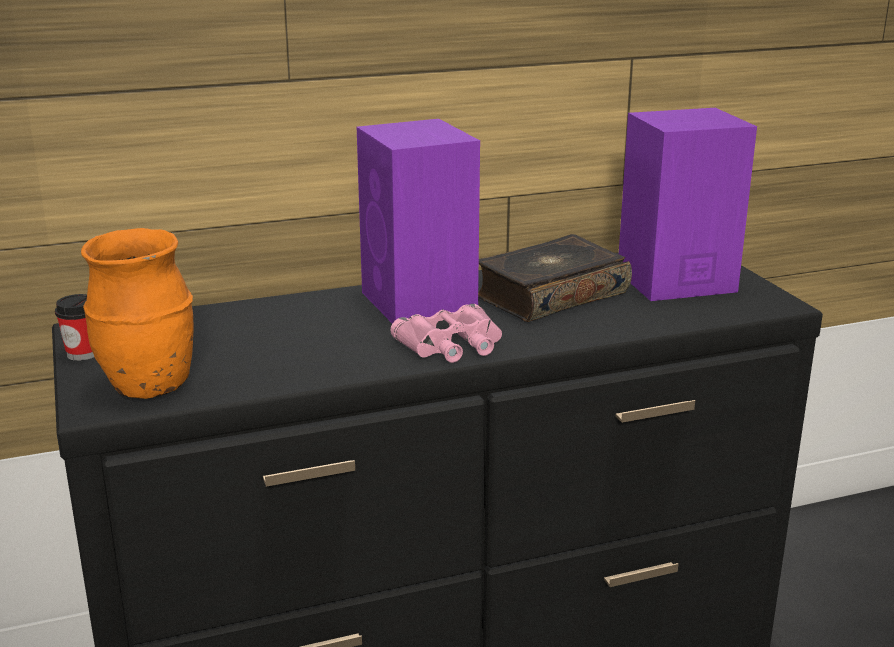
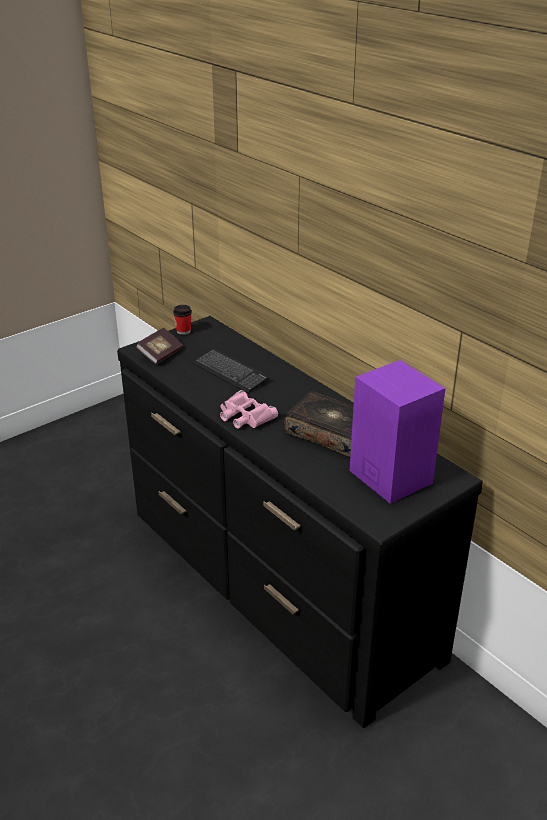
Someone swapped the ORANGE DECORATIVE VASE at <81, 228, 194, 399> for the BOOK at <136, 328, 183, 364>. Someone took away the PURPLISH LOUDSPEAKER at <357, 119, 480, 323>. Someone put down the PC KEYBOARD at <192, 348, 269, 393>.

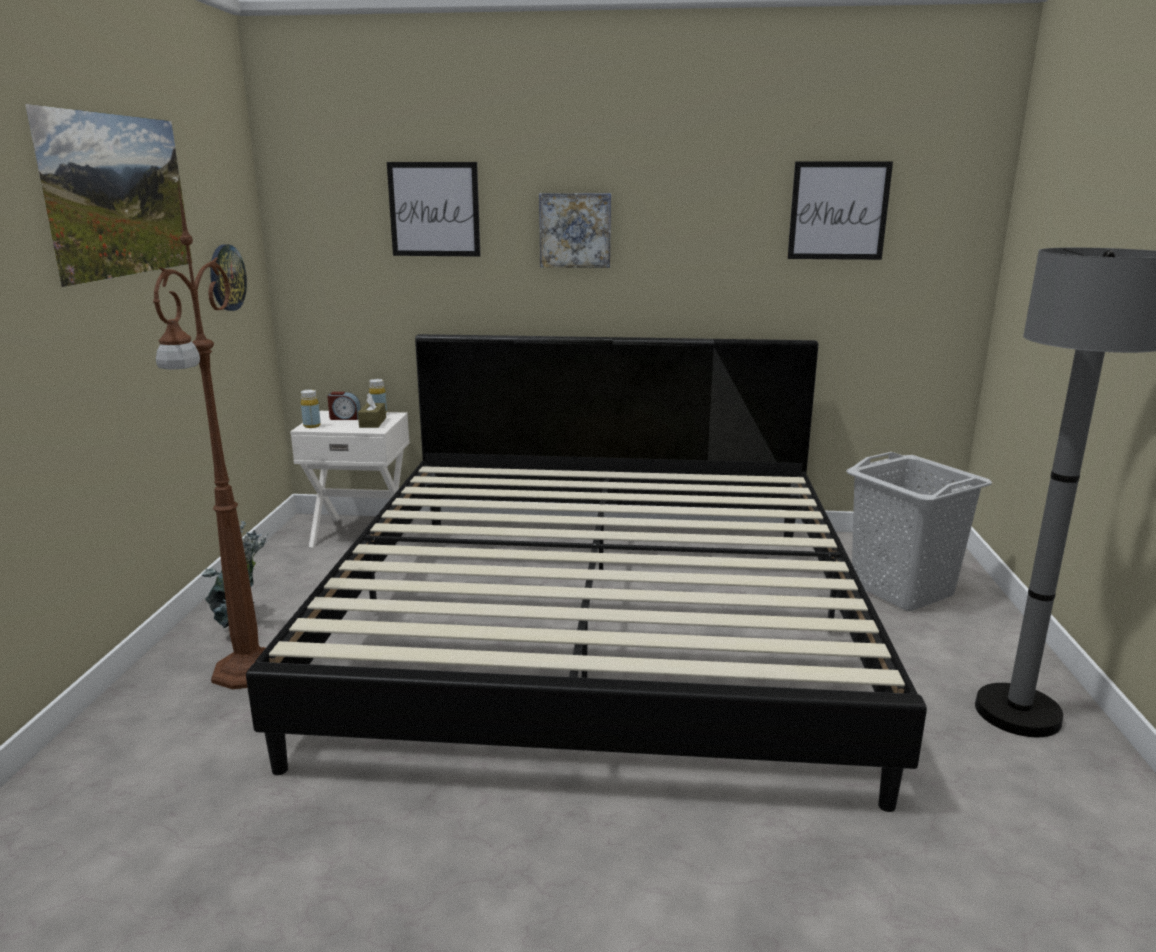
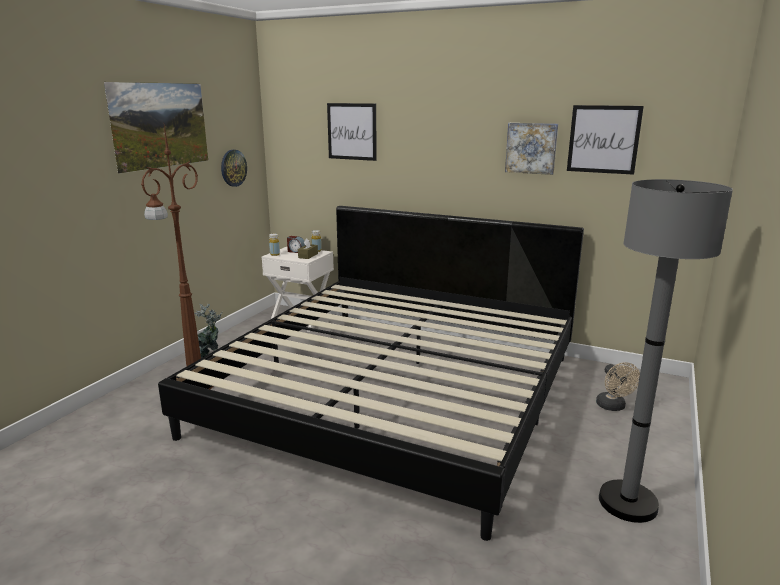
Someone carried the PICTURE from <539, 193, 611, 268> to <505, 123, 558, 175>. Someone swapped the GREY LAUNDRY BASKET at <846, 452, 992, 611> for the BEIGE ELECTRIC FAN at <596, 362, 640, 411>.

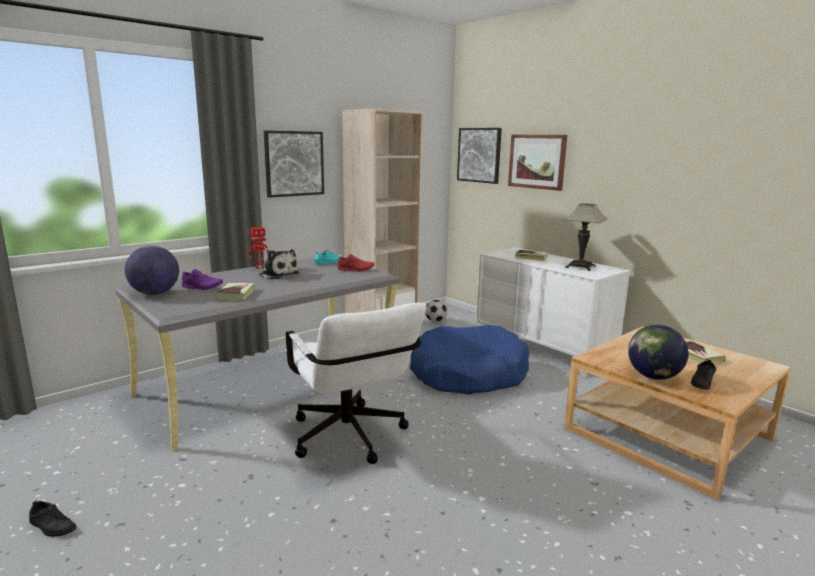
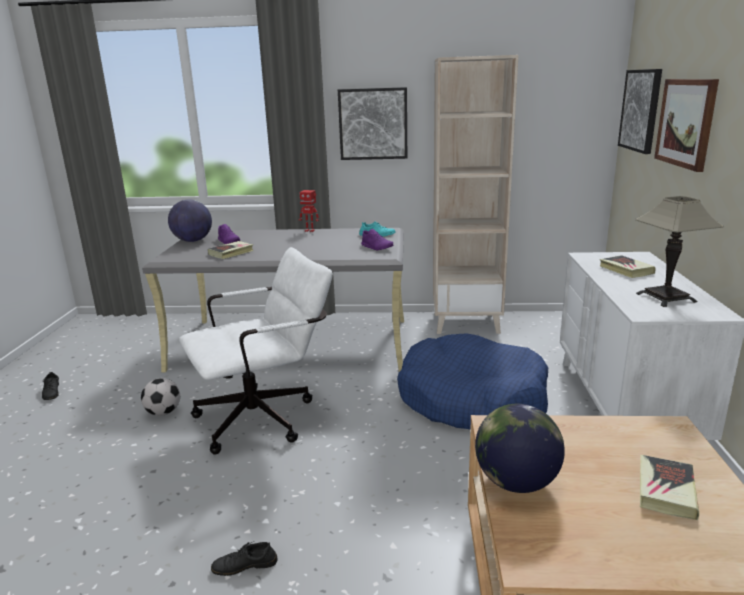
Someone took away the CUDDLY TOY at <259, 249, 299, 279>. Someone rotated the WHITISH COMPUTER CHAIR at <285, 303, 427, 464> by 135 degrees counterclockwise. Someone repainted the RED-COLOURED LOW SHOE at <337, 254, 374, 272>, which became the PURPLISH LOW SHOE at <361, 229, 393, 250>. Someone carried the FOOTBALL BALL from <425, 300, 447, 322> to <141, 378, 180, 416>. Someone carried the BLACKISH LOW SHOE from <691, 360, 716, 390> to <211, 542, 278, 576>.

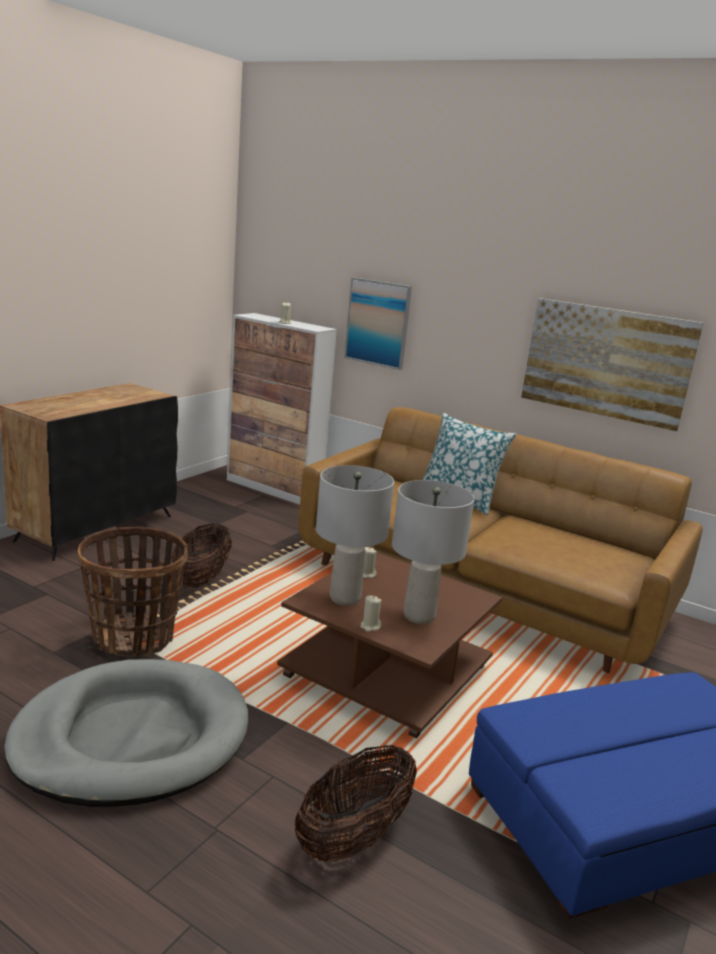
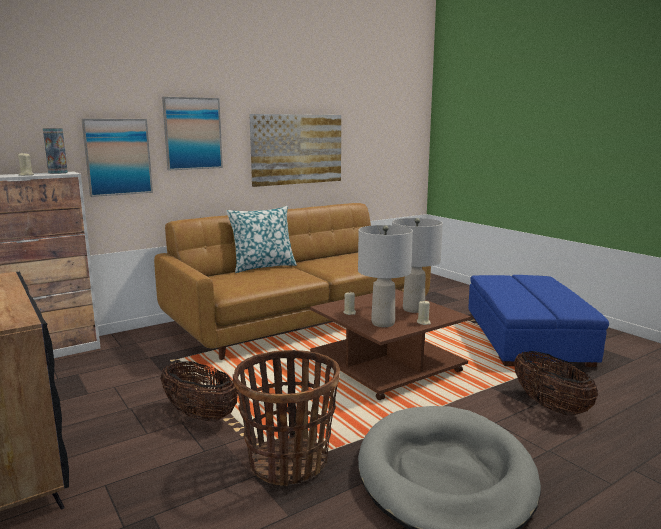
Someone put down the DECORATIVE VASE at <43, 128, 68, 174>. Someone put up the PICTURE at <162, 97, 223, 170>.

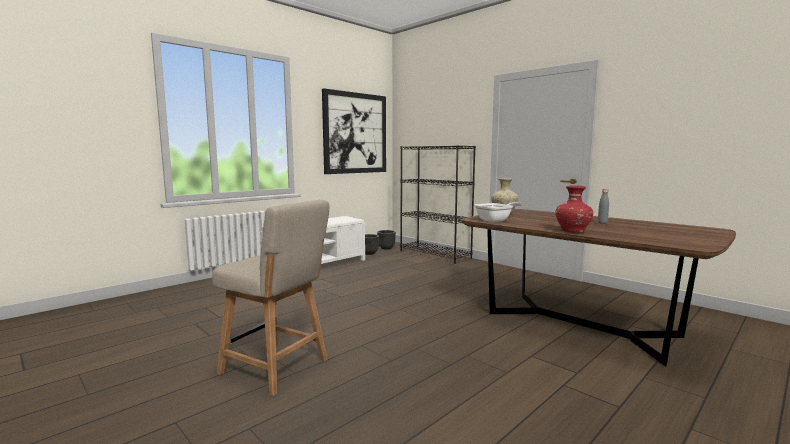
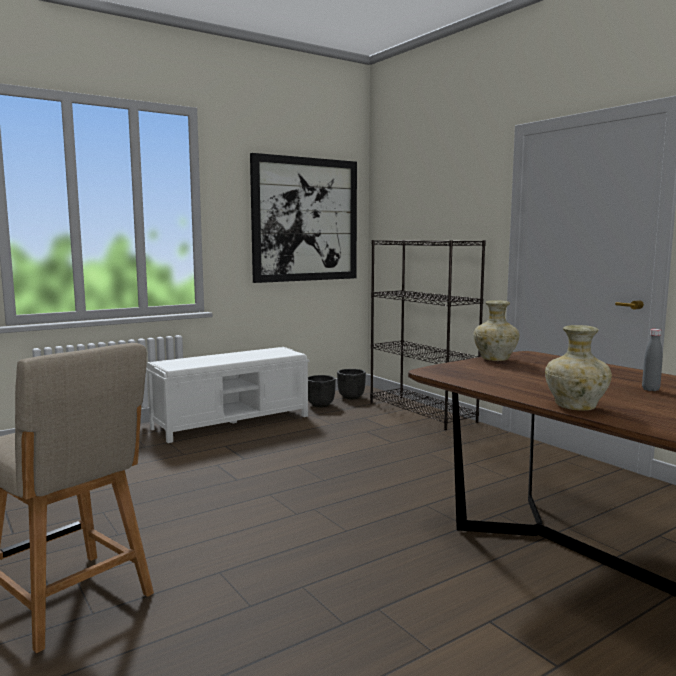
Someone took away the SKILLET at <475, 202, 522, 222>. Someone repainted the RED-COLOURED DECORATIVE VASE at <555, 185, 593, 233>, which became the BEIGE DECORATIVE VASE at <545, 325, 612, 411>.

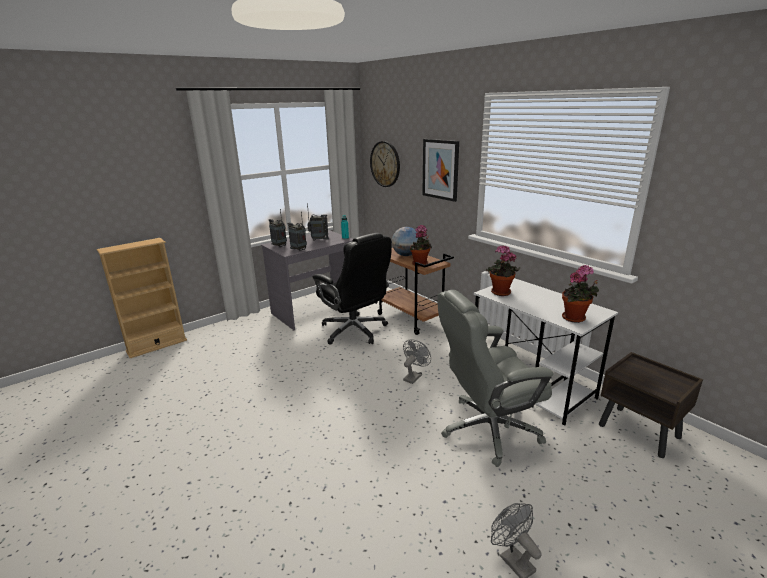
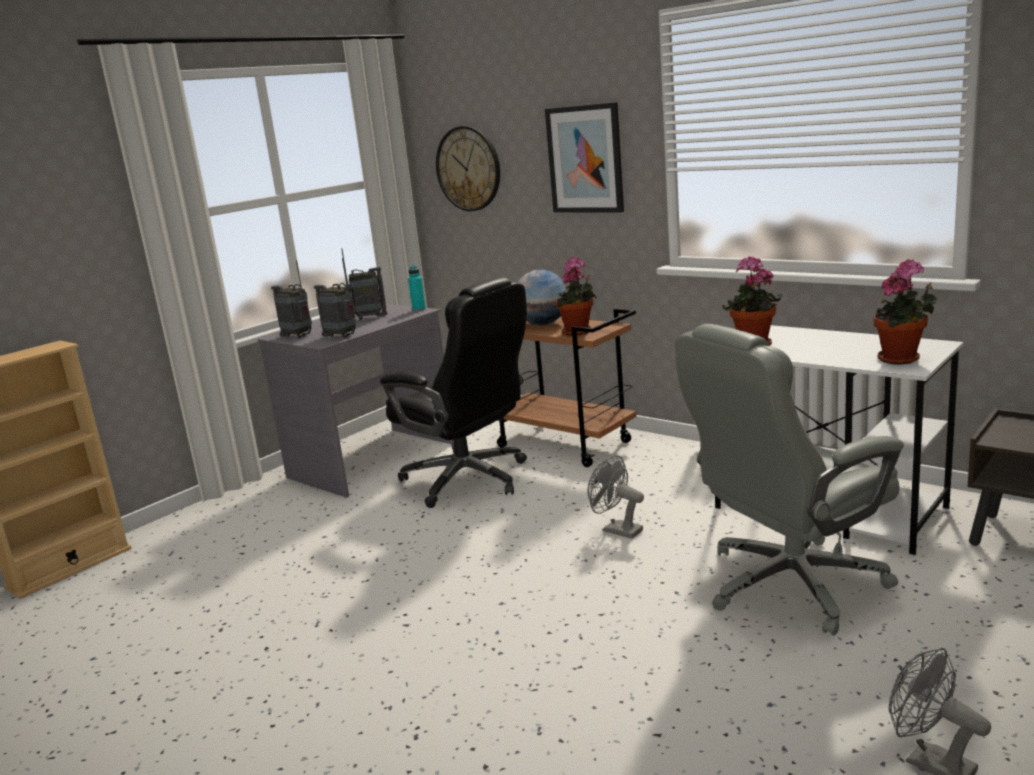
Someone rotated the GREY ELECTRIC FAN at <403, 339, 431, 384> by 75 degrees counterclockwise.

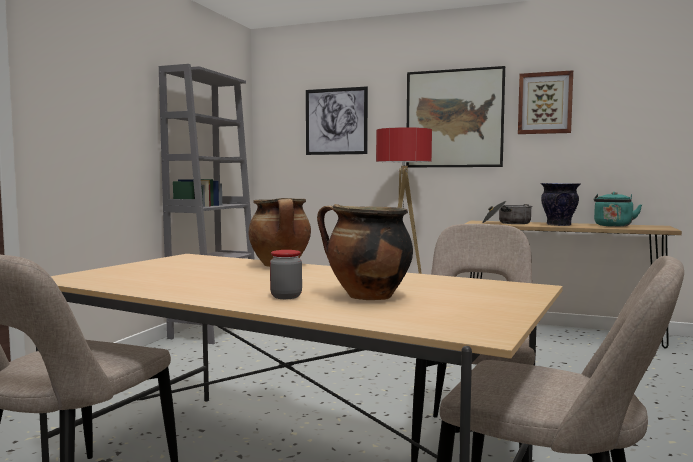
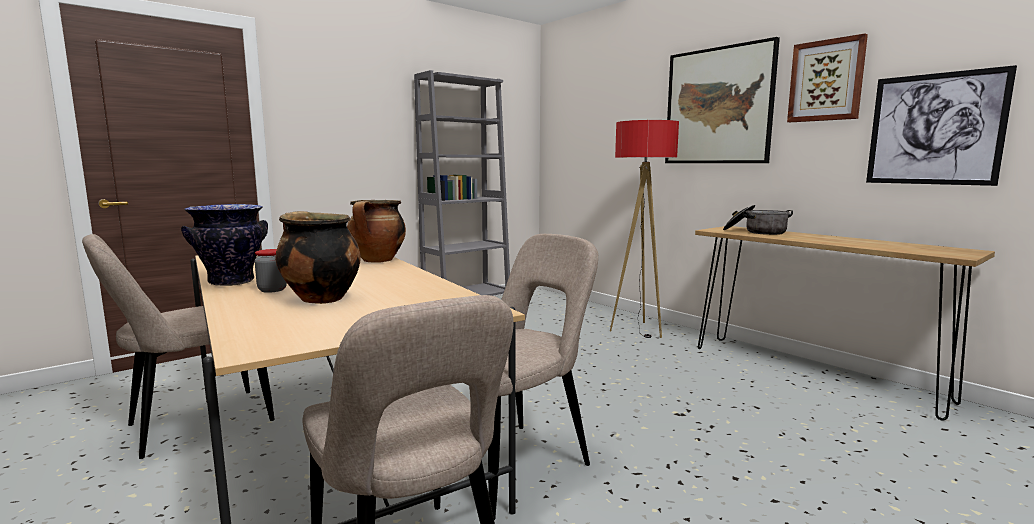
Someone carried the PICTURE from <306, 86, 368, 155> to <866, 65, 1017, 186>. Someone carried the DECORATIVE VASE from <540, 183, 581, 226> to <181, 204, 268, 286>. Someone took away the TURQUOISE TEA KETTLE at <594, 192, 642, 227>.

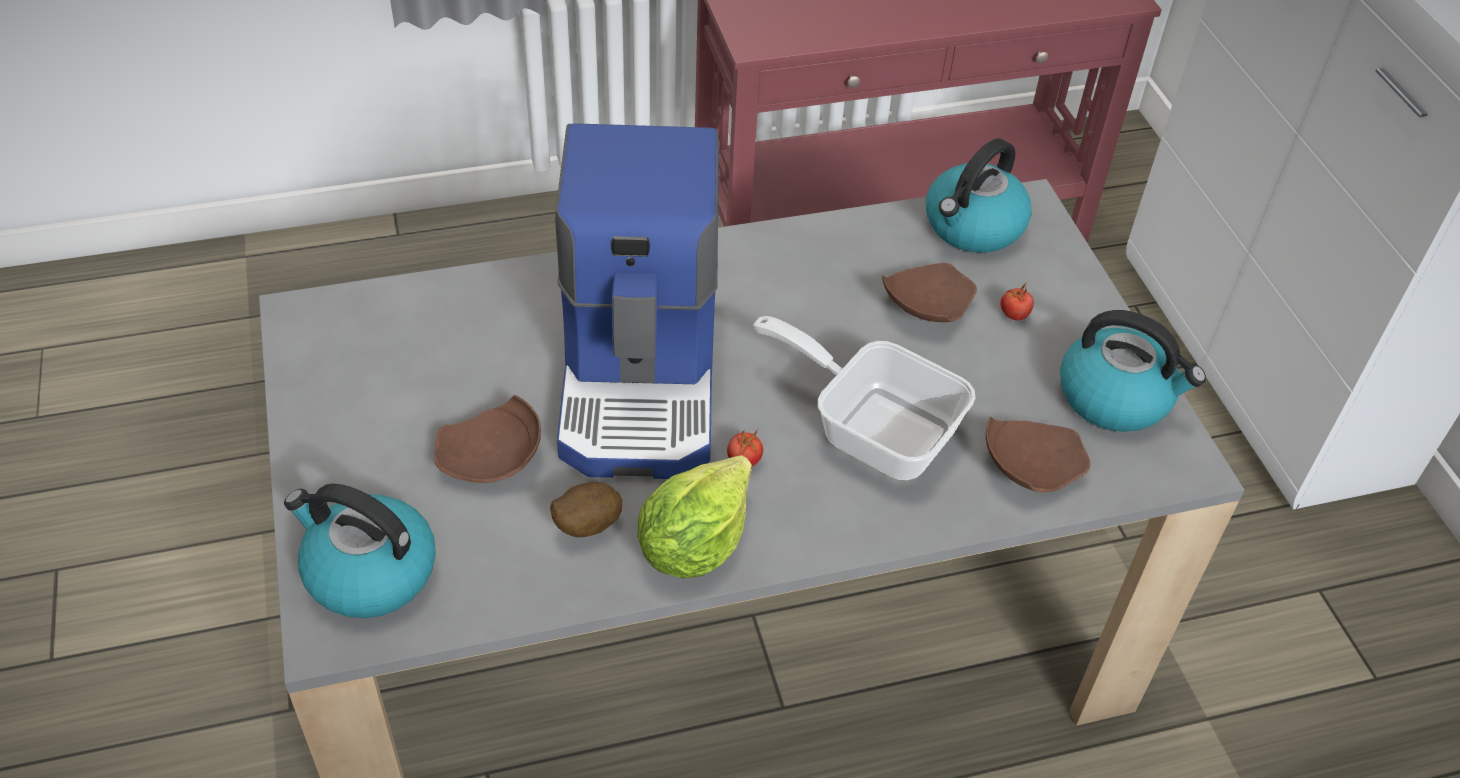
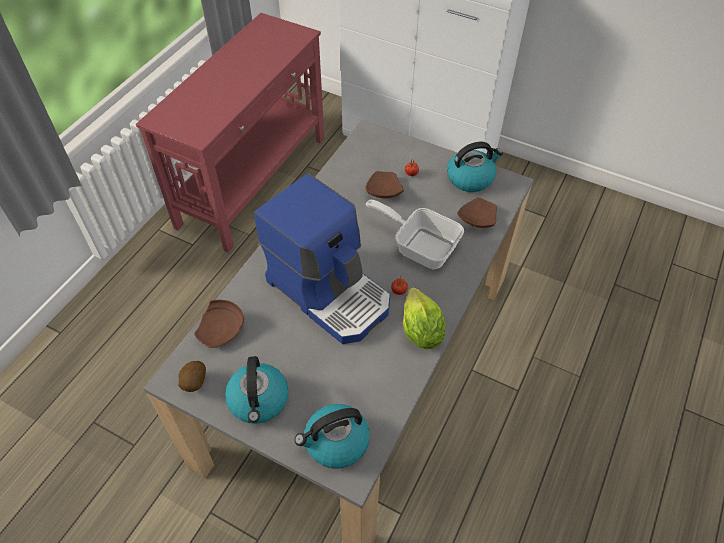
Someone carried the BROWN-COLOURED DINNER PLATE from <434, 395, 541, 483> to <194, 300, 244, 348>. Someone carried the POTATO from <550, 482, 622, 537> to <178, 361, 206, 392>. Someone rotated the SKILLET at <753, 316, 976, 480> by 45 degrees clockwise. Someone carried the TEA KETTLE from <926, 138, 1032, 253> to <225, 356, 289, 424>.

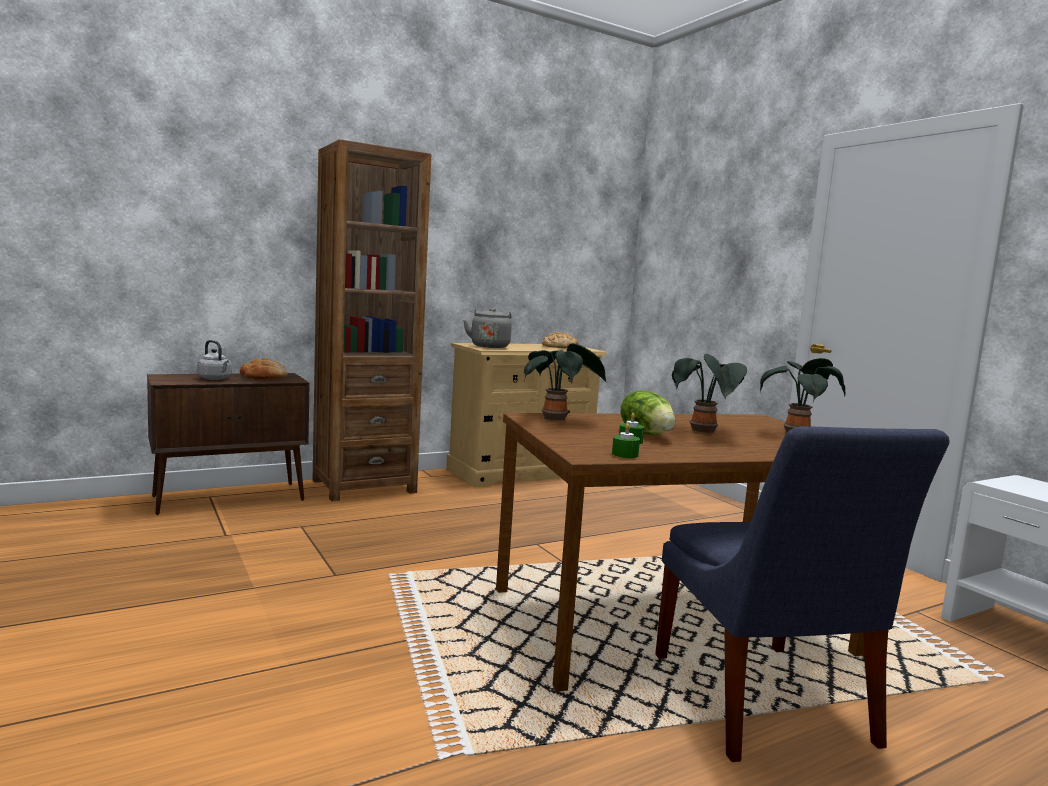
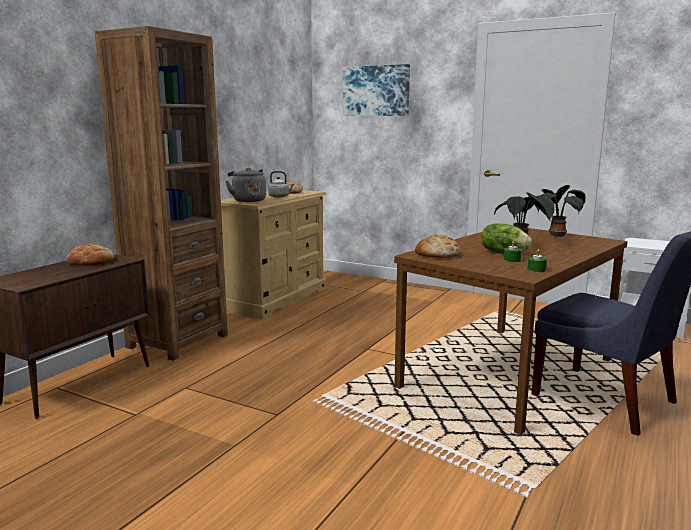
Someone carried the GREY TEA KETTLE from <197, 340, 231, 380> to <268, 171, 295, 198>. Someone swapped the PLANT IN A POT at <524, 344, 607, 421> for the BAKED BREAD at <415, 234, 460, 258>. Someone put up the PICTURE at <343, 64, 410, 116>.

